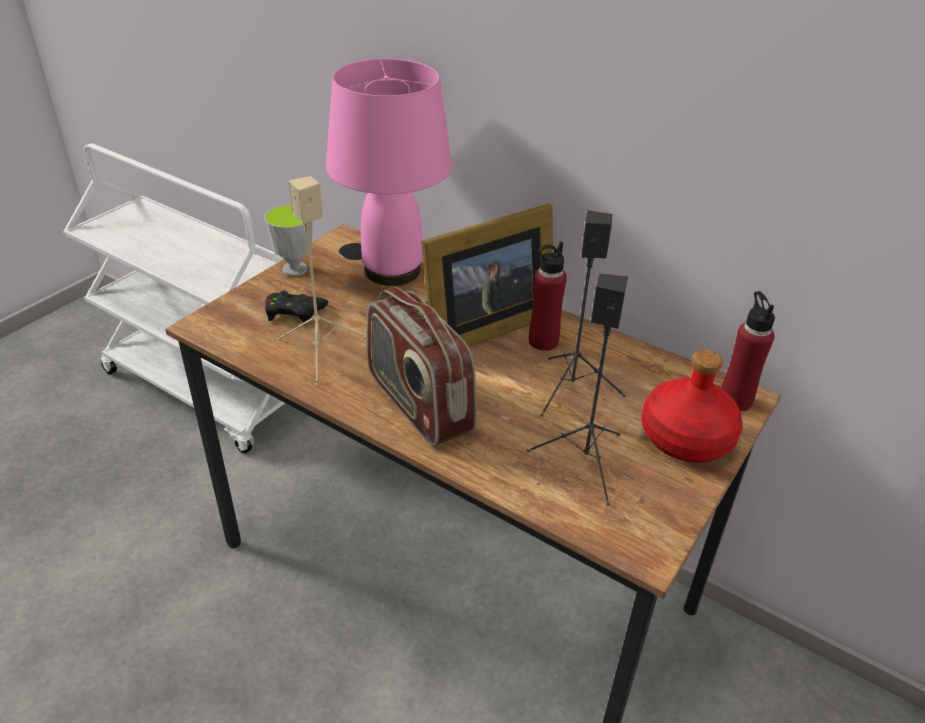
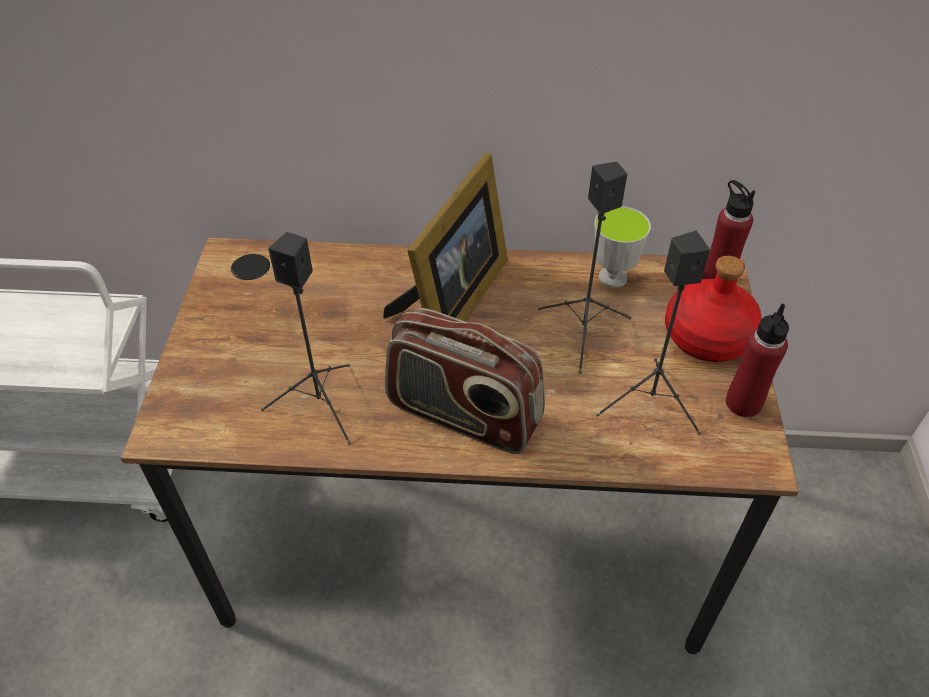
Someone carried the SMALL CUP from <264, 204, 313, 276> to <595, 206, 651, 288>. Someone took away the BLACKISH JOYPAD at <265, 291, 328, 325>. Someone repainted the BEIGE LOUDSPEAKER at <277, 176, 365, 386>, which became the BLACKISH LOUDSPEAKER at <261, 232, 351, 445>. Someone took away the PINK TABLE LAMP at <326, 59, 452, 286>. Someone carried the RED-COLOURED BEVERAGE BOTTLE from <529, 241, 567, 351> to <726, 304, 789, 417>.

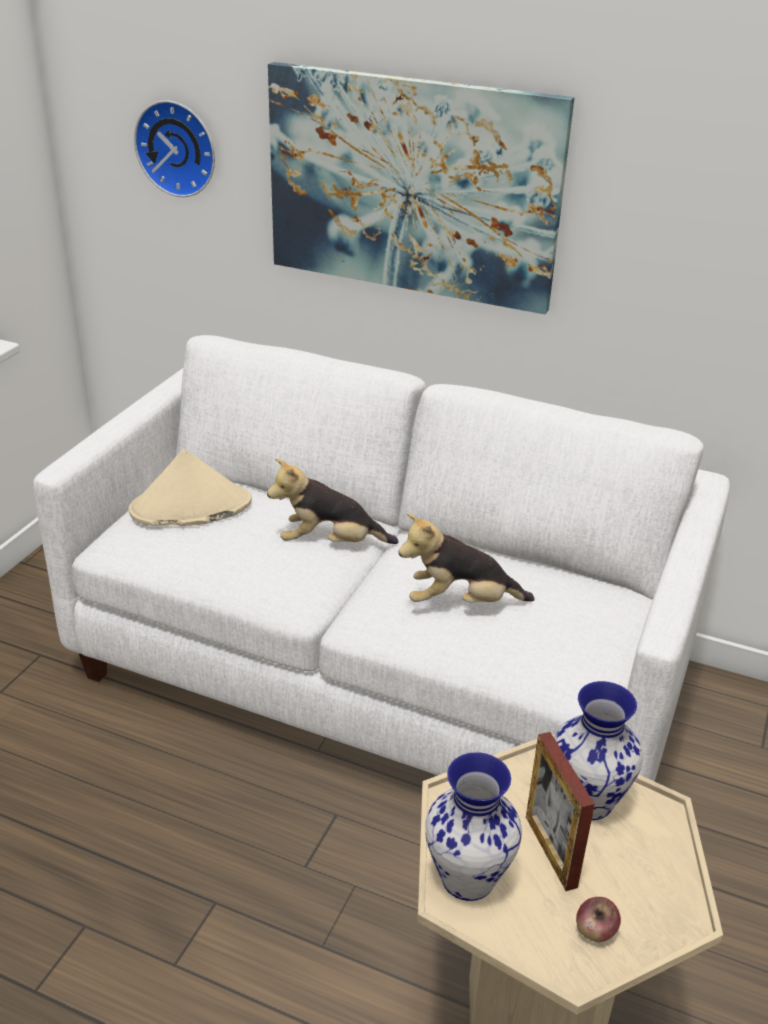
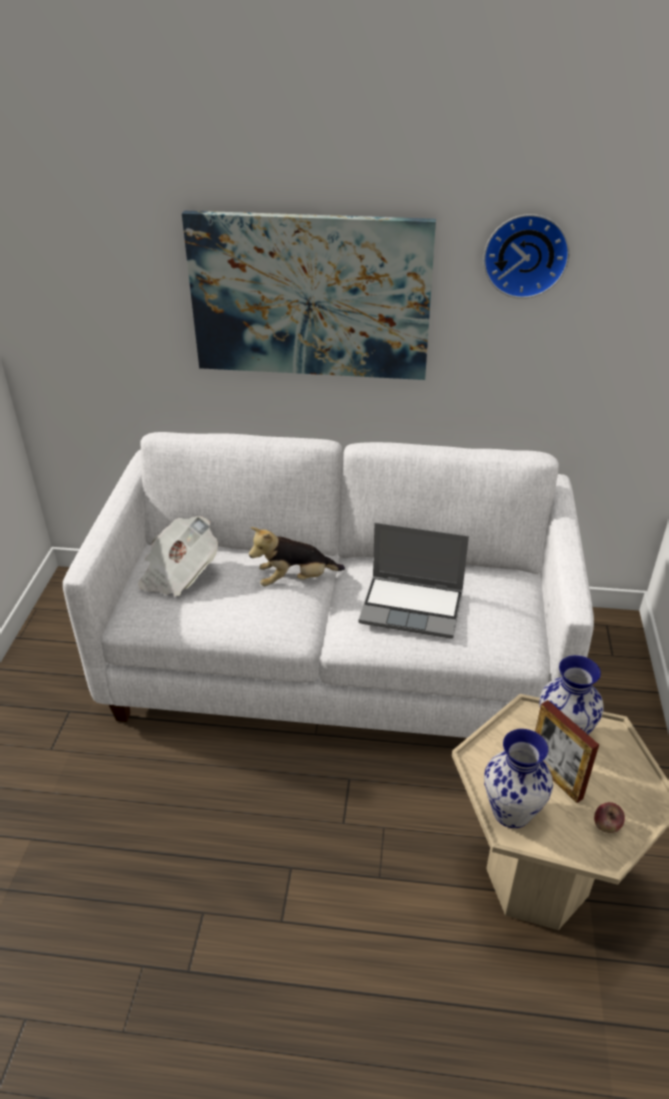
Someone swapped the BEIGE CLOTHING HAT at <129, 449, 252, 526> for the DAILY PAPER at <138, 516, 218, 597>. Someone carried the WALL CLOCK from <134, 100, 215, 197> to <483, 214, 570, 299>. Someone swapped the CUDDLY TOY at <398, 513, 535, 603> for the PORTABLE COMPUTER at <359, 522, 469, 638>.

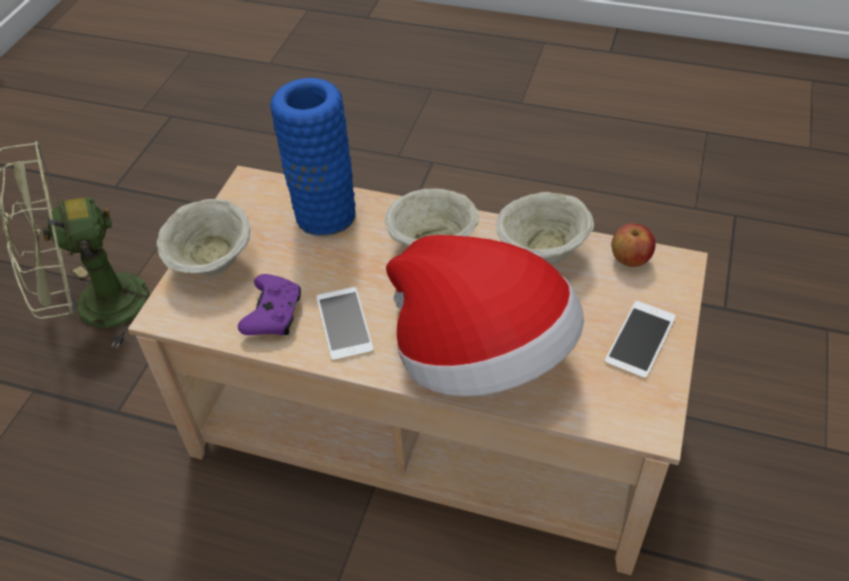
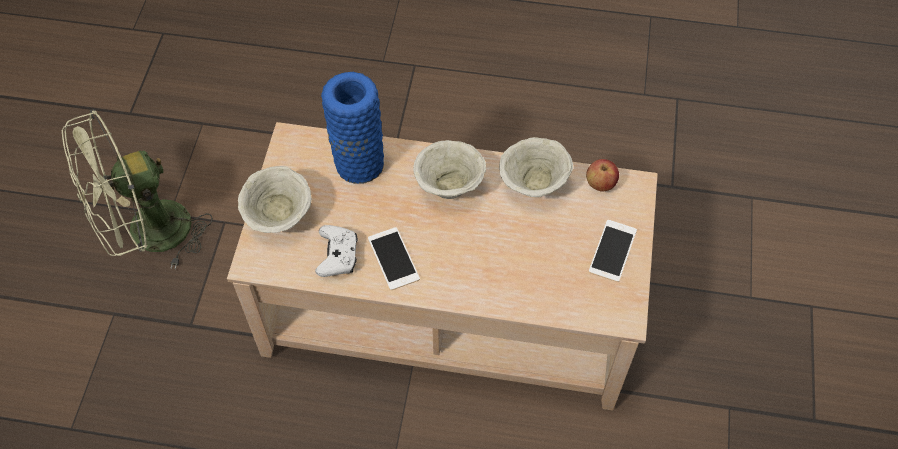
Someone repainted the PURPLISH JOYPAD at <238, 274, 301, 335>, which became the WHITISH JOYPAD at <315, 225, 358, 277>. Someone took away the CLOTHING HAT at <386, 235, 584, 397>.

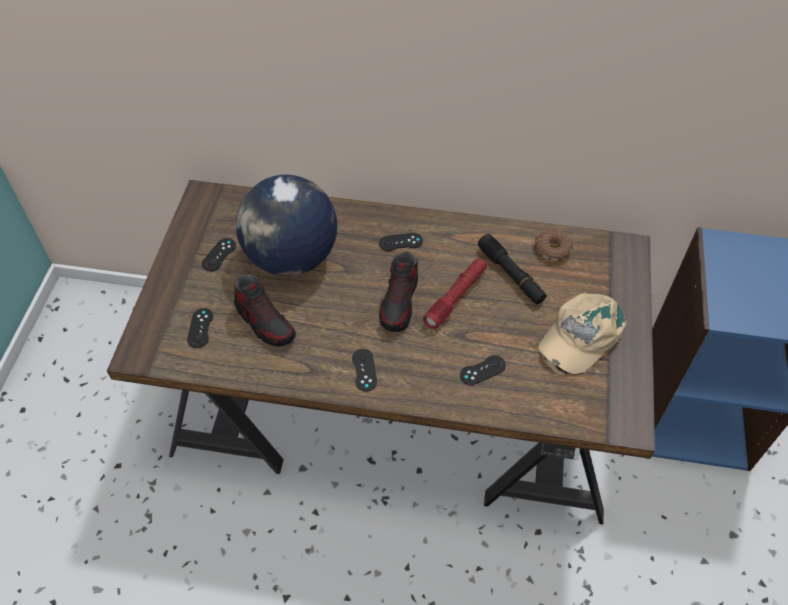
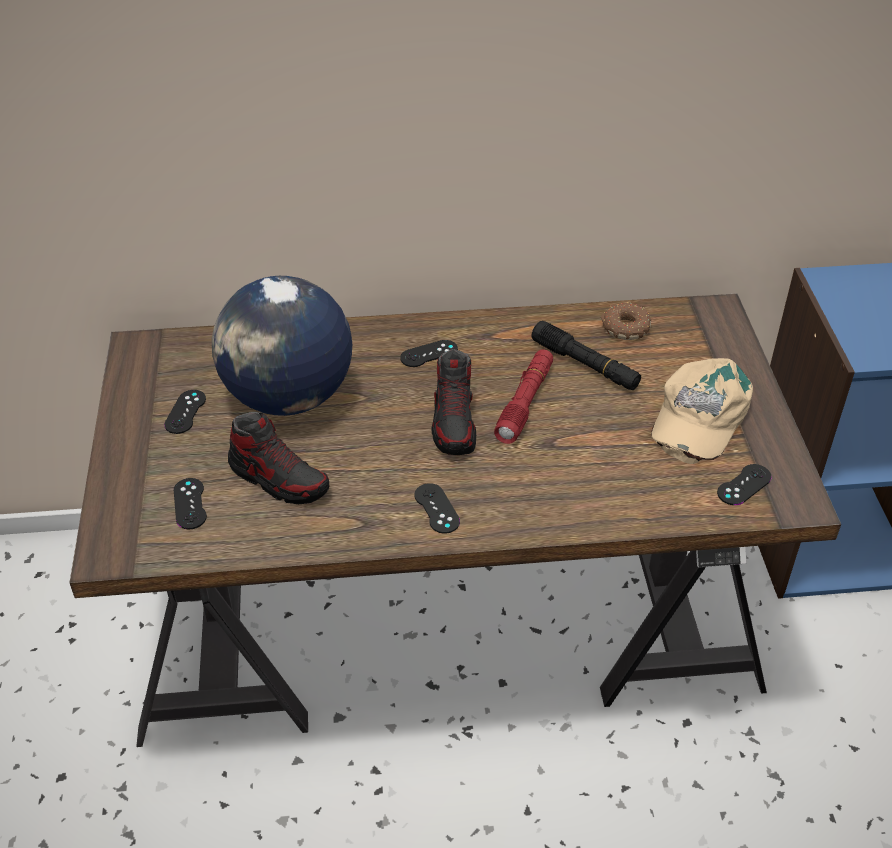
Someone carried the BLACKISH JOYPAD from <460, 355, 506, 385> to <717, 464, 772, 505>.

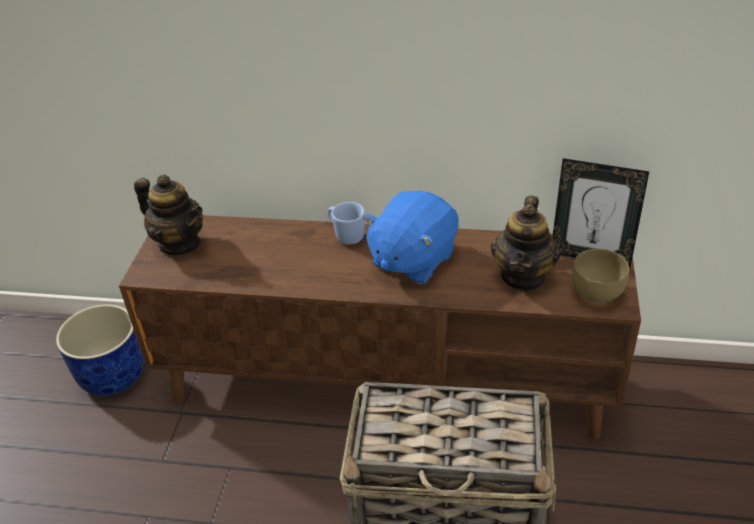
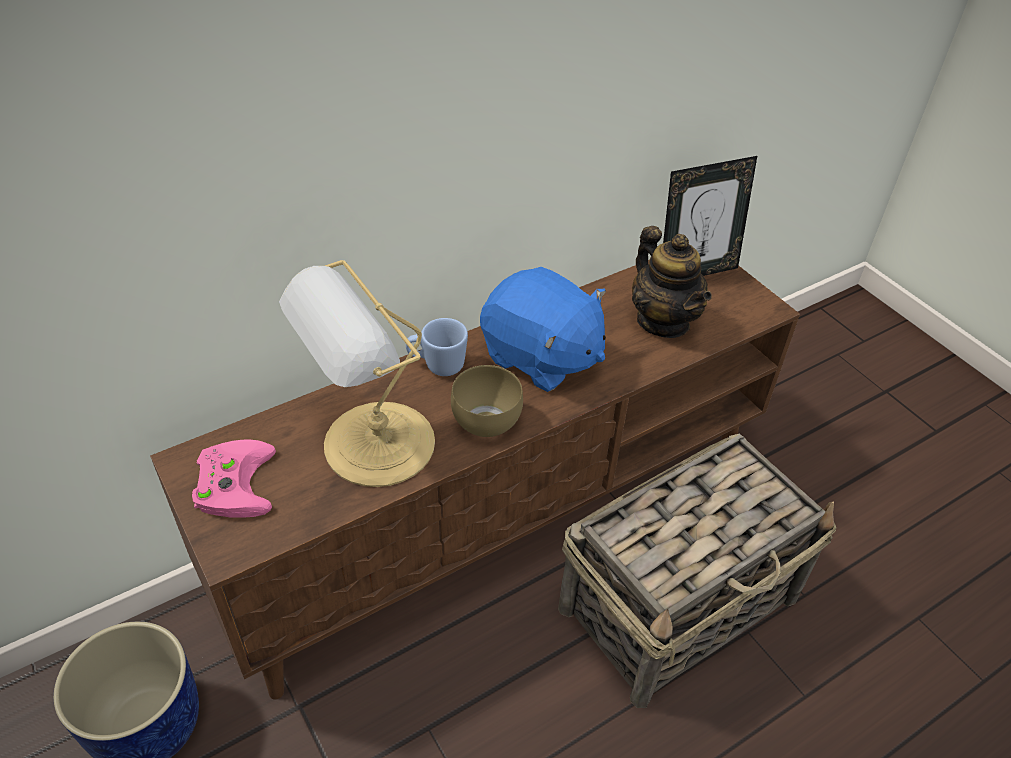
Someone swapped the TEA POT at <134, 175, 203, 255> for the PINK JOYPAD at <192, 439, 276, 517>. Someone rotated the BLUE CUDDLY TOY at <363, 190, 458, 284> by 45 degrees counterclockwise. Someone carried the BROWN-COLOURED DEEP DISH from <572, 249, 629, 303> to <451, 365, 523, 437>. Someone put down the TABLE LAMP at <279, 260, 435, 487>.

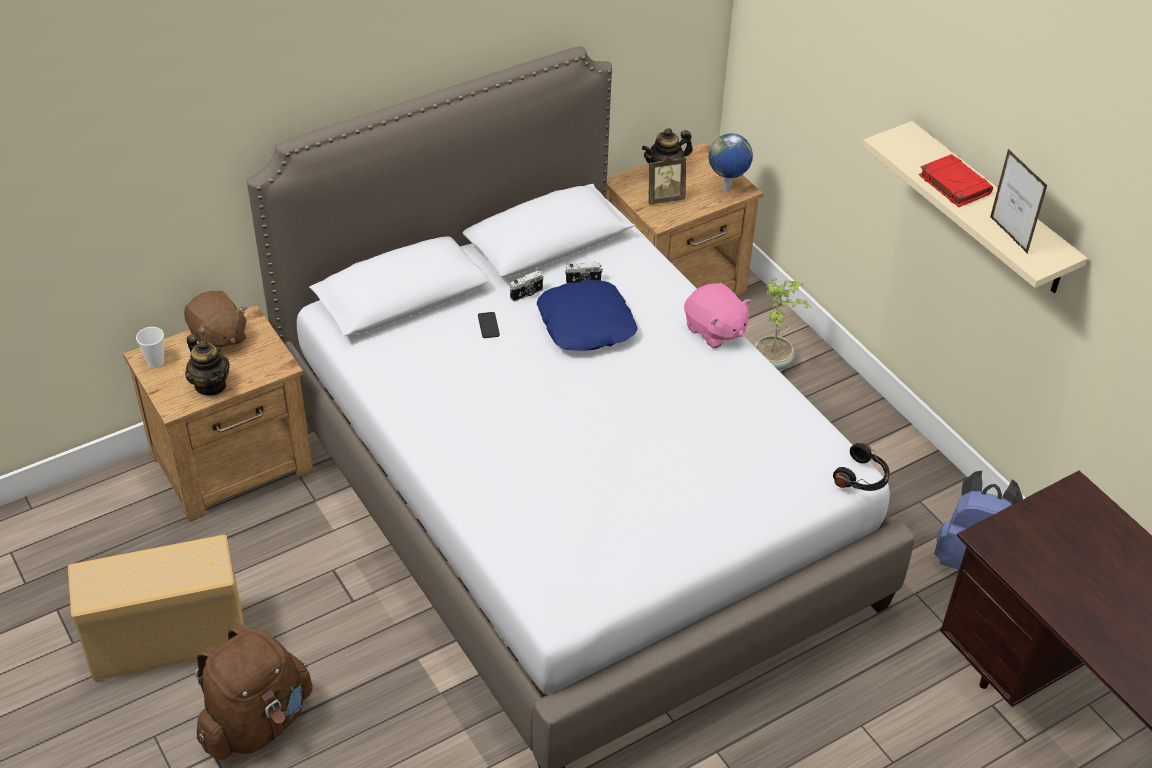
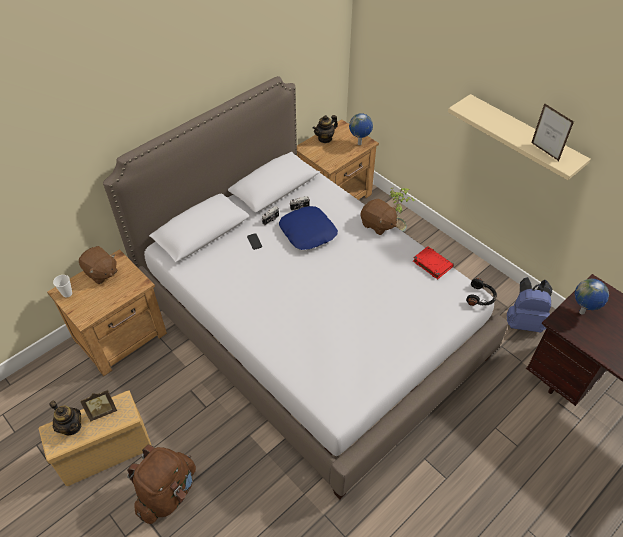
Someone carried the TEA POT from <185, 334, 230, 395> to <49, 401, 81, 435>. Someone carried the STANDING FRAME from <648, 156, 686, 205> to <80, 389, 117, 422>. Someone repainted the PINK CUDDLY TOY at <684, 283, 751, 348>, which became the BROWN-COLOURED CUDDLY TOY at <361, 199, 397, 235>. Someone carried the RED-COLOURED BOOK from <919, 154, 993, 207> to <413, 246, 453, 279>. Someone put down the DESK GLOBE at <575, 279, 609, 315>.

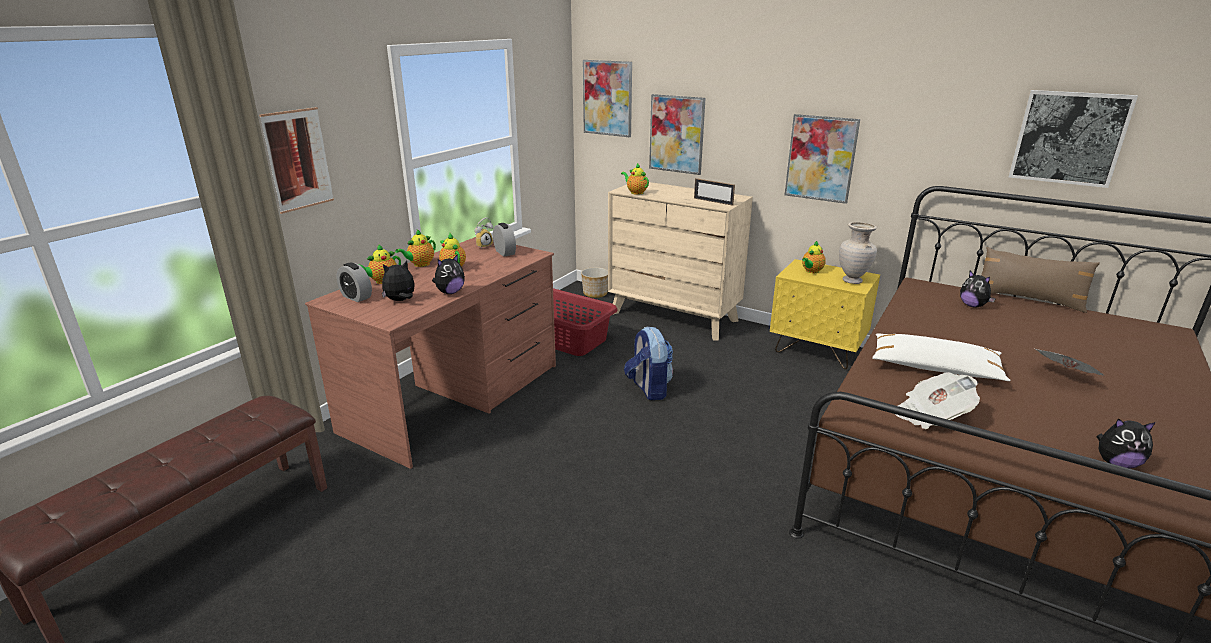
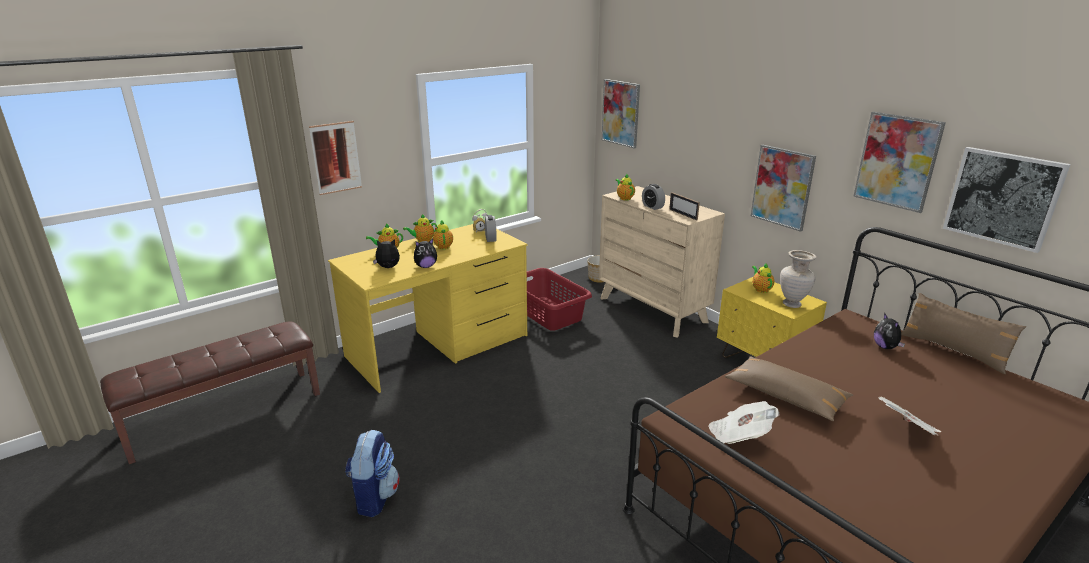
Someone repainted the BROWN-COLOURED DESK at <305, 237, 556, 469>, which became the YELLOW-COLOURED DESK at <328, 224, 528, 393>. Someone carried the BEDSIDE CLOCK from <336, 263, 372, 302> to <642, 184, 665, 210>. Someone carried the BACKPACK from <624, 327, 673, 400> to <345, 430, 400, 517>. Someone carried the PICTURE from <649, 94, 706, 175> to <853, 112, 946, 213>. Someone rotated the TEA POT at <802, 241, 826, 273> by 105 degrees clockwise. Someone repainted the WHITISH THROW PILLOW at <872, 333, 1010, 381>, which became the BROWN-COLOURED THROW PILLOW at <725, 356, 853, 421>. Someone took away the CUDDLY TOY at <1096, 418, 1156, 468>.

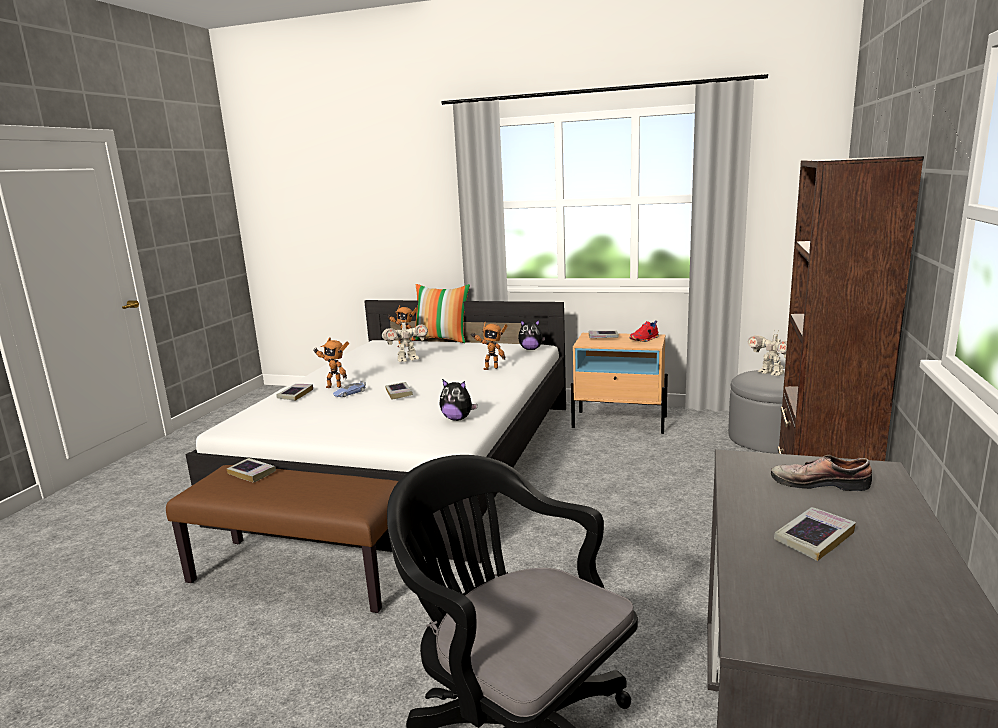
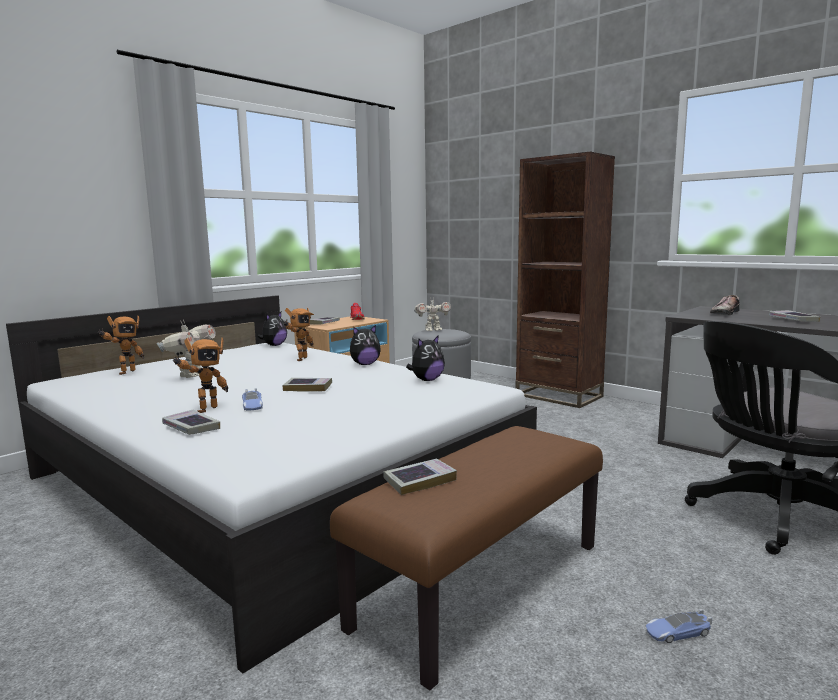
Someone took away the THROW PILLOW at <411, 284, 470, 343>. Someone put down the CUDDLY TOY at <350, 325, 381, 365>. Someone put down the TOY CAR at <646, 609, 712, 643>.

